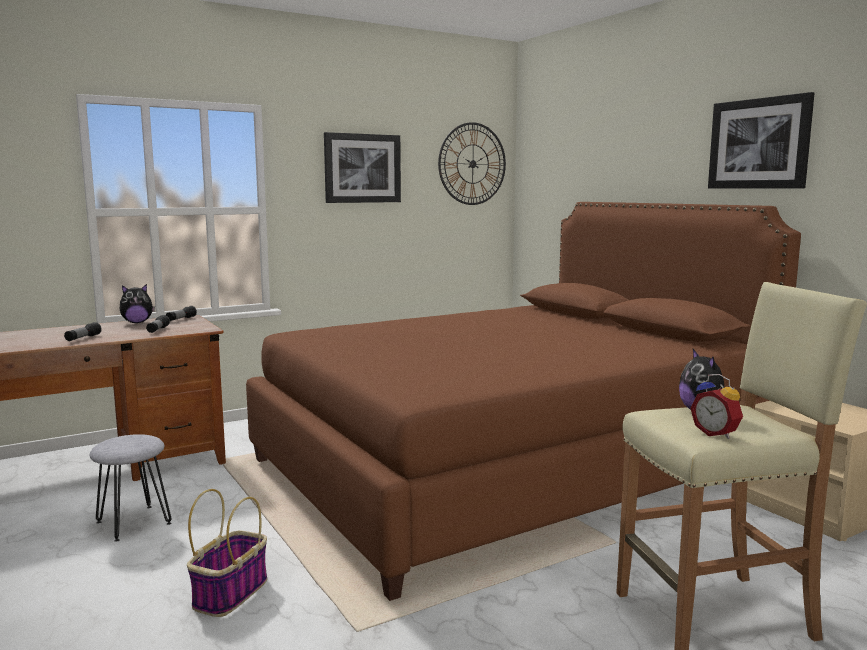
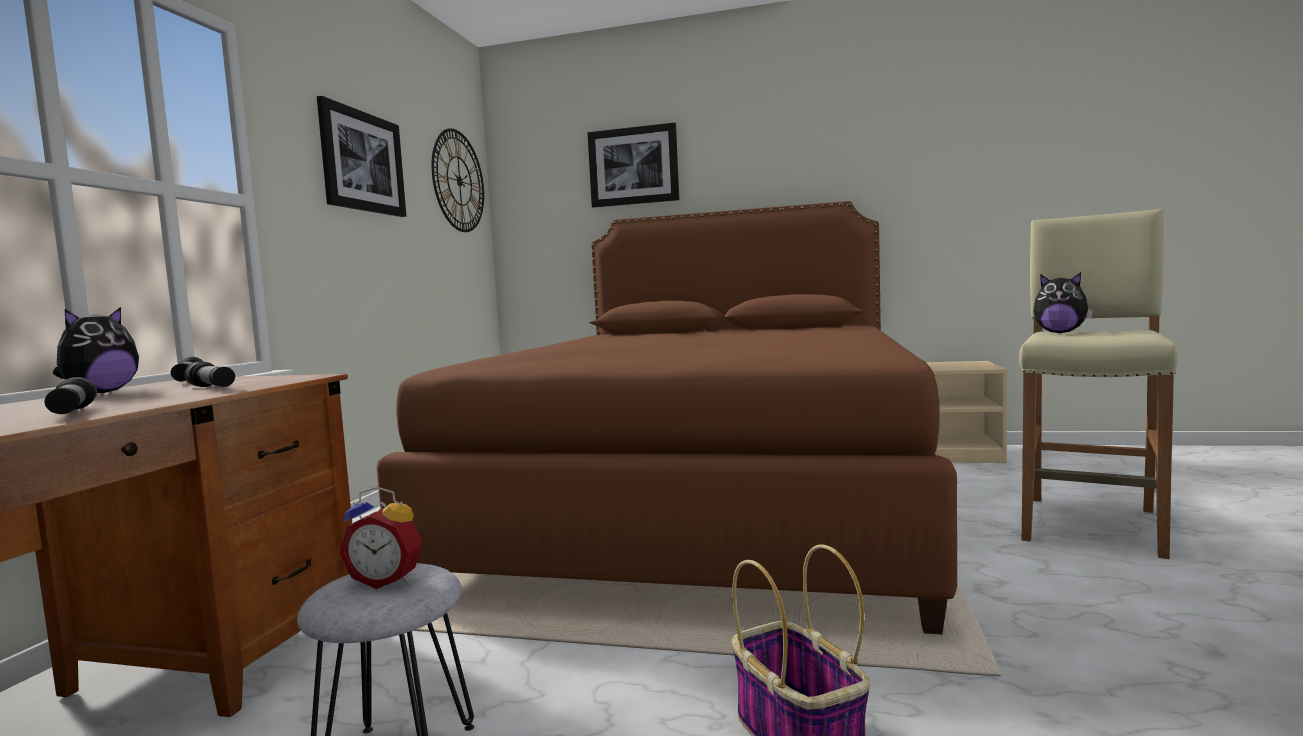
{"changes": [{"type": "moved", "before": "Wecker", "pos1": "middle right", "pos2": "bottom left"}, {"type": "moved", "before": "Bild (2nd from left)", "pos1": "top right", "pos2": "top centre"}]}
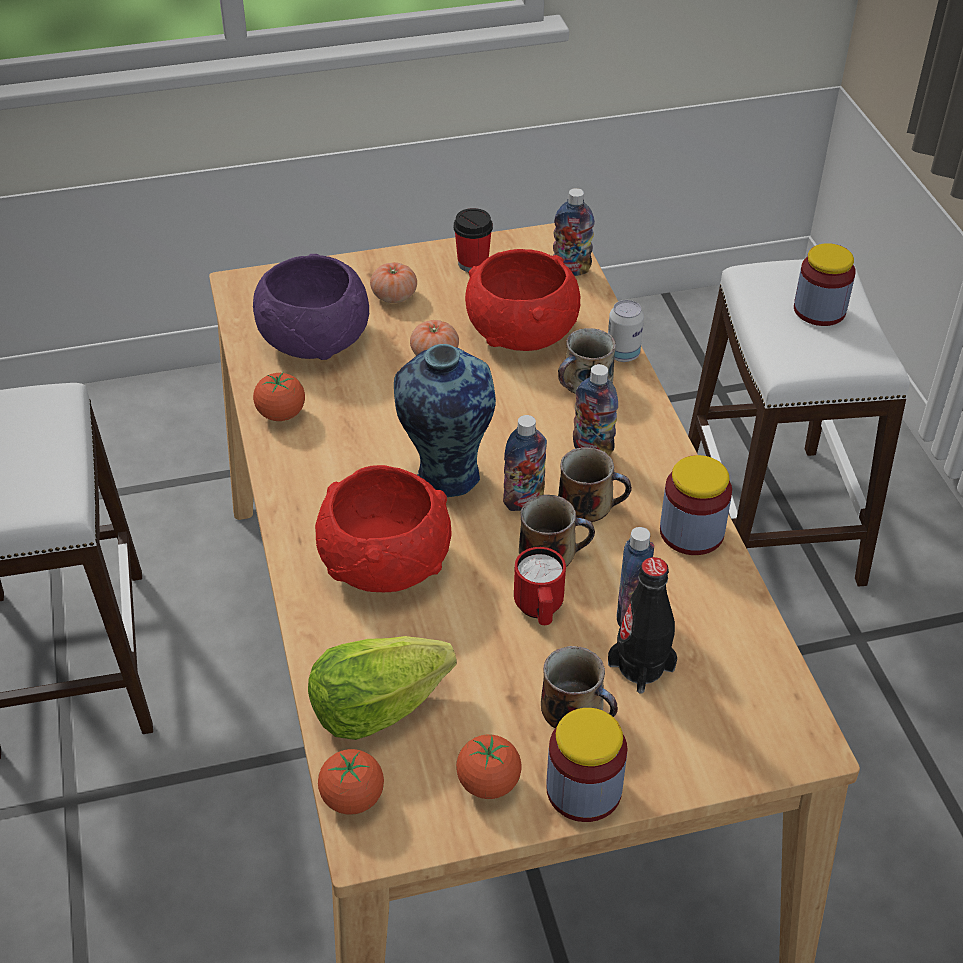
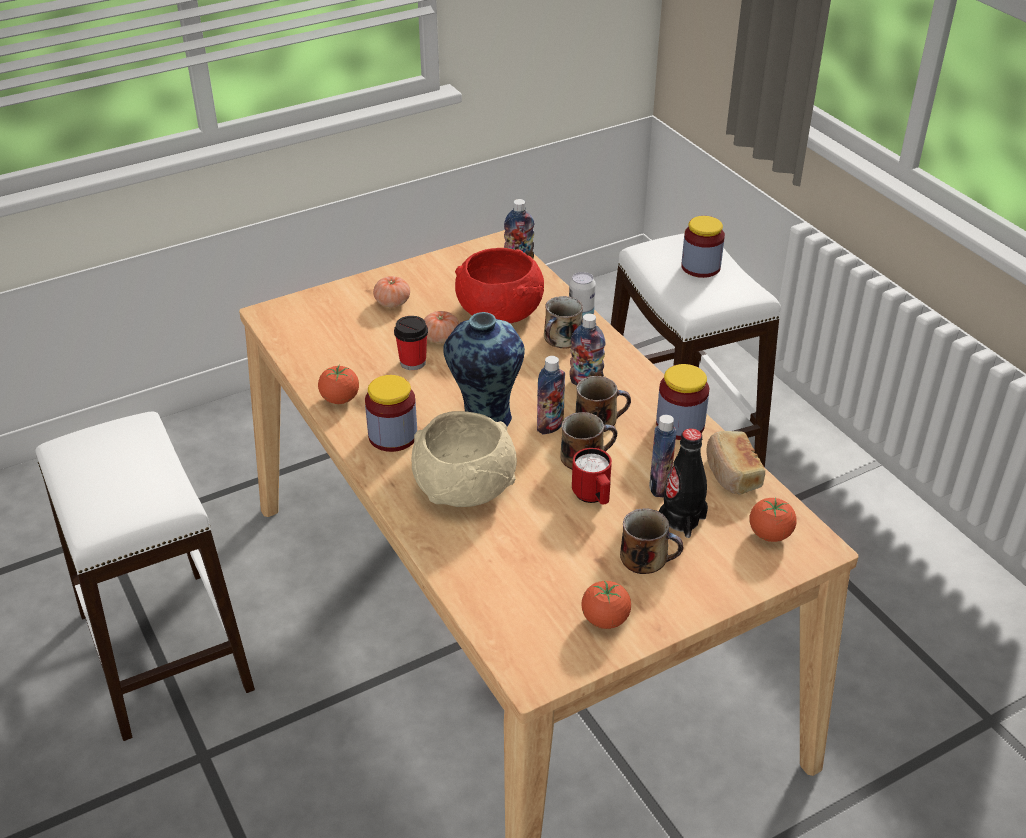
{"changes": [{"type": "moved", "before": "Vorratsglas (1st from left)", "pos1": "bottom centre", "pos2": "centre"}, {"type": "moved", "before": "Tasse", "pos1": "top centre", "pos2": "centre"}, {"type": "recoloured", "before": "Schüssel (rot) (1st from left)", "after": "Schüssel (beige)", "pos1": "centre", "pos2": "centre"}, {"type": "added", "after": "Brot", "pos2": "middle right"}, {"type": "moved", "before": "Tomate (2nd from left in the first image)", "after": "Tomate (5th from left)", "pos1": "bottom centre", "pos2": "middle right"}, {"type": "removed", "before": "Schüssel (lila)", "pos1": "top left"}, {"type": "removed", "before": "Salatkopf", "pos1": "bottom centre"}]}
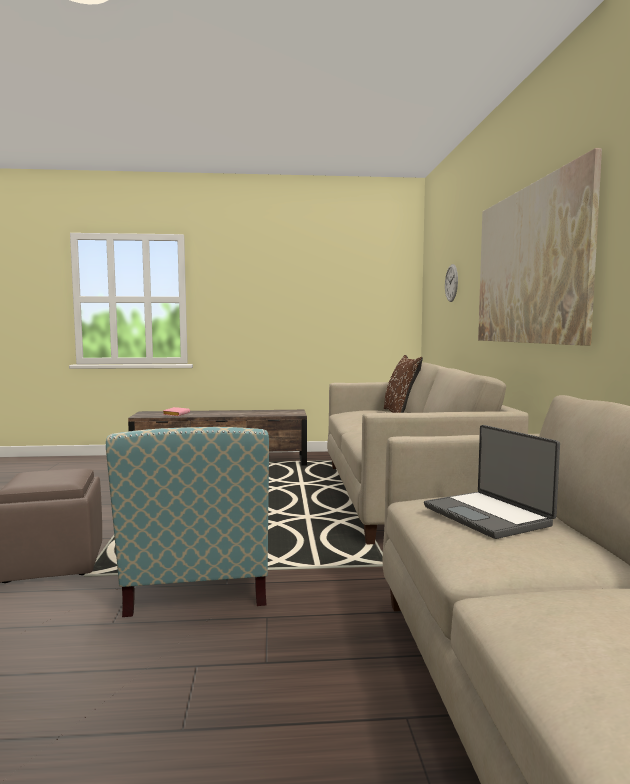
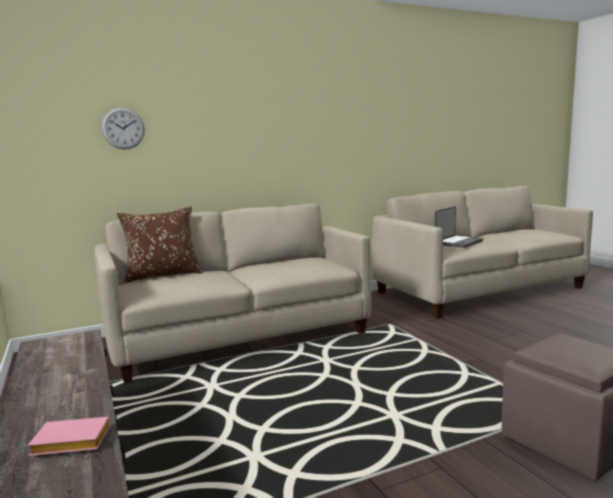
{"changes": [{"type": "removed", "before": "Sessel", "pos1": "middle left"}, {"type": "removed", "before": "Bild", "pos1": "top right"}]}
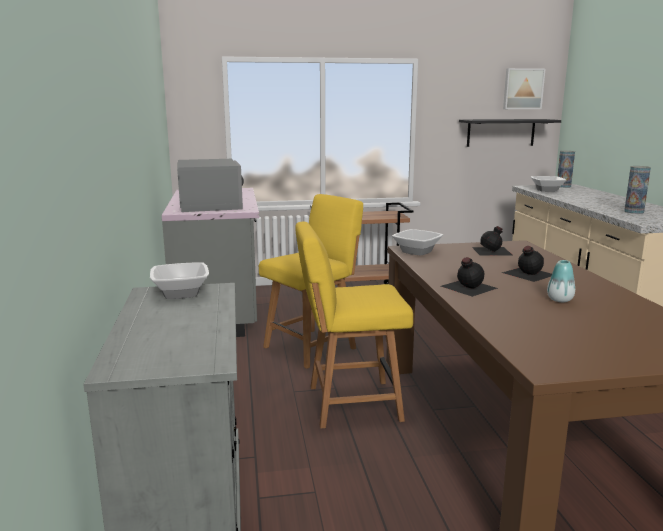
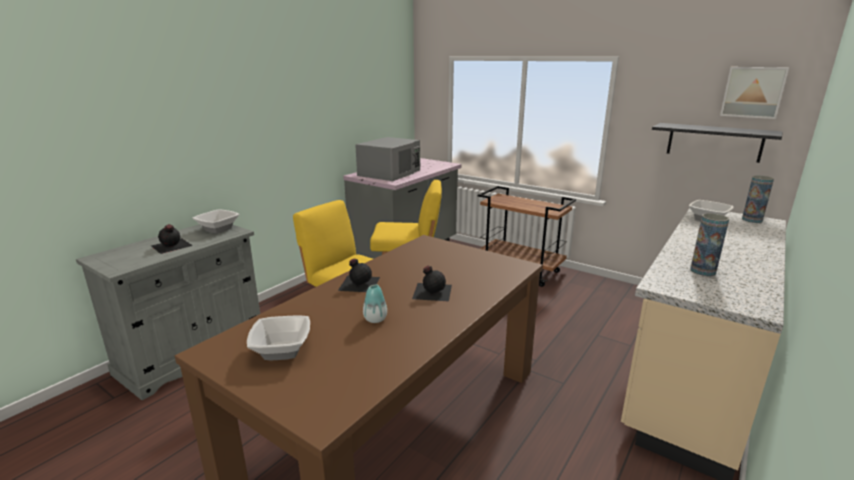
{"changes": [{"type": "moved", "before": "Flasche (schwarz) (2nd from left in the first image)", "after": "Flasche (schwarz) (1st from left)", "pos1": "middle right", "pos2": "middle left"}, {"type": "moved", "before": "Schüssel (2nd from left)", "pos1": "centre", "pos2": "bottom left"}]}
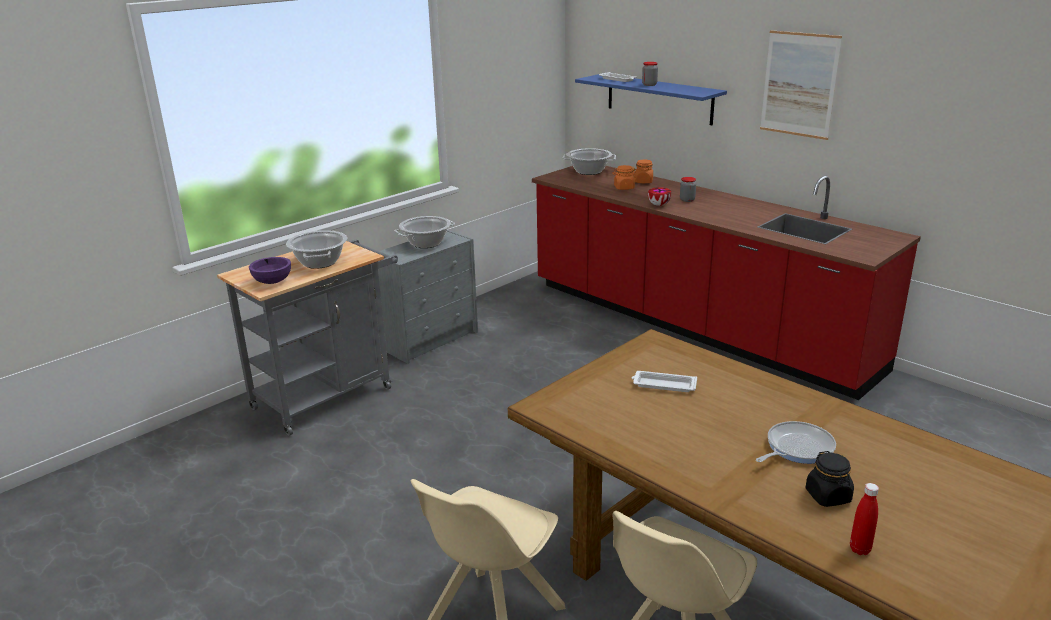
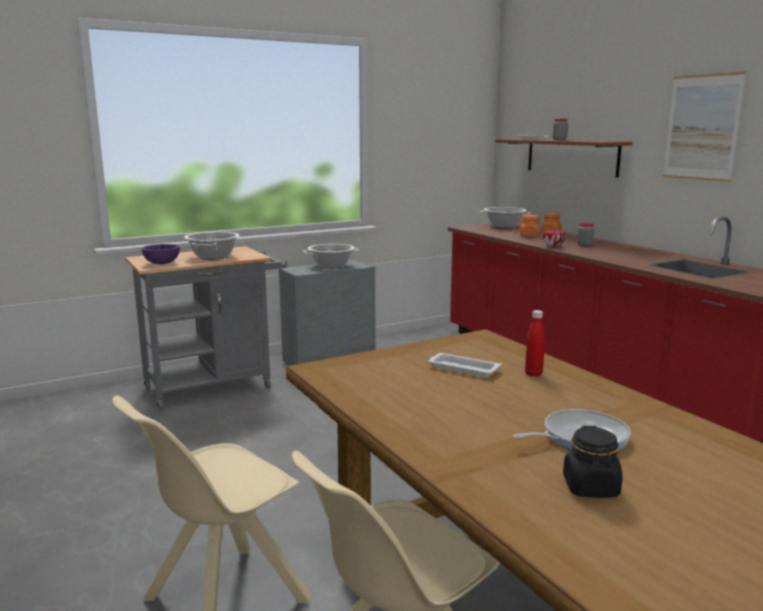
{"changes": [{"type": "recoloured", "before": "Wandregal (blau)", "after": "Wandregal (braun)", "pos1": "top centre", "pos2": "top right"}, {"type": "moved", "before": "Flasche (rot)", "pos1": "bottom right", "pos2": "middle right"}]}
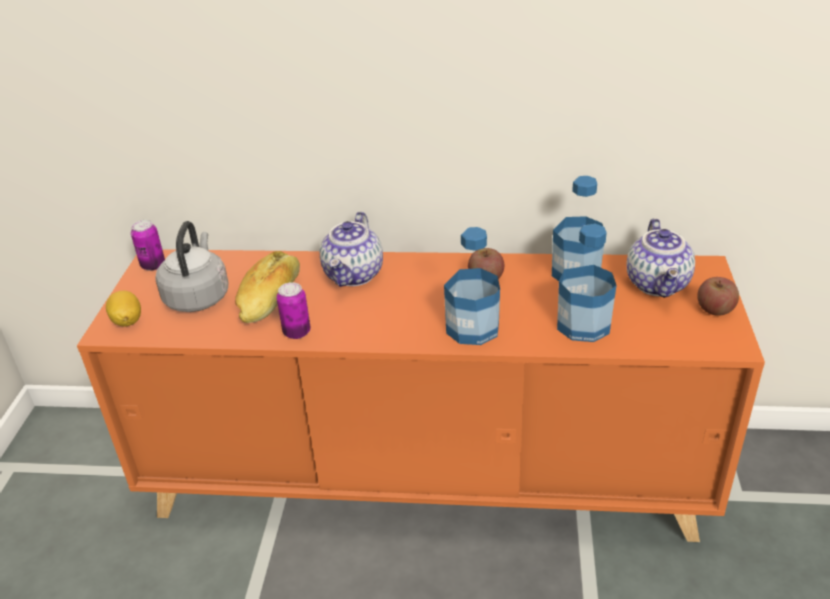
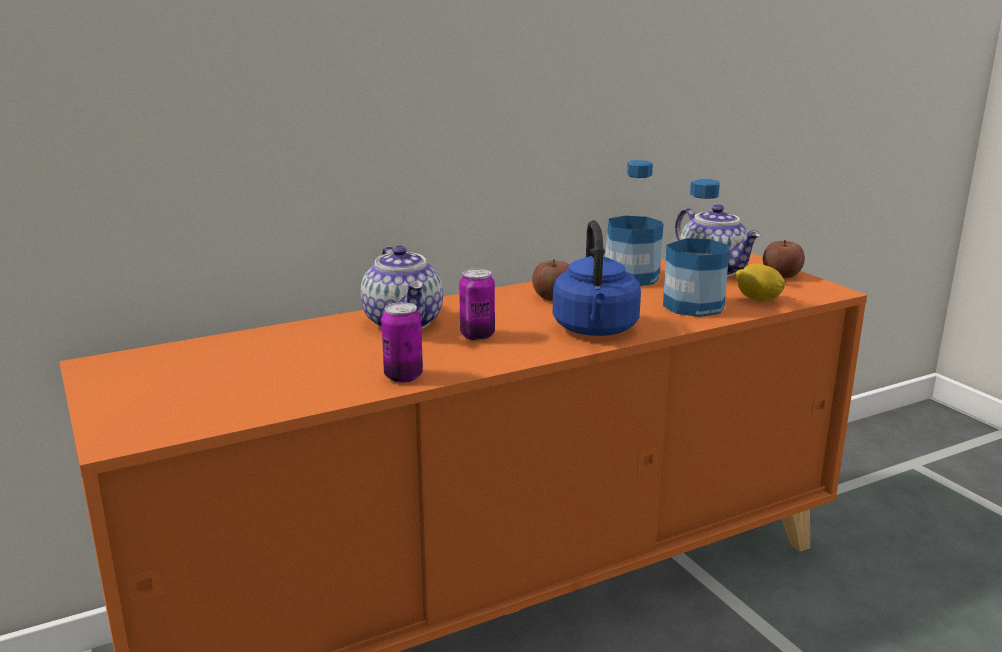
{"changes": [{"type": "moved", "before": "Dose (1st from left in the first image)", "after": "Dose (2nd from left)", "pos1": "middle left", "pos2": "centre"}, {"type": "replaced", "before": "Flasche (1st from left)", "after": "Wasserkessel (blau)", "pos1": "centre", "pos2": "centre"}, {"type": "moved", "before": "Zitrone", "pos1": "middle left", "pos2": "middle right"}, {"type": "removed", "before": "Wasserkessel (grau)", "pos1": "middle left"}, {"type": "removed", "before": "Brot", "pos1": "middle left"}]}
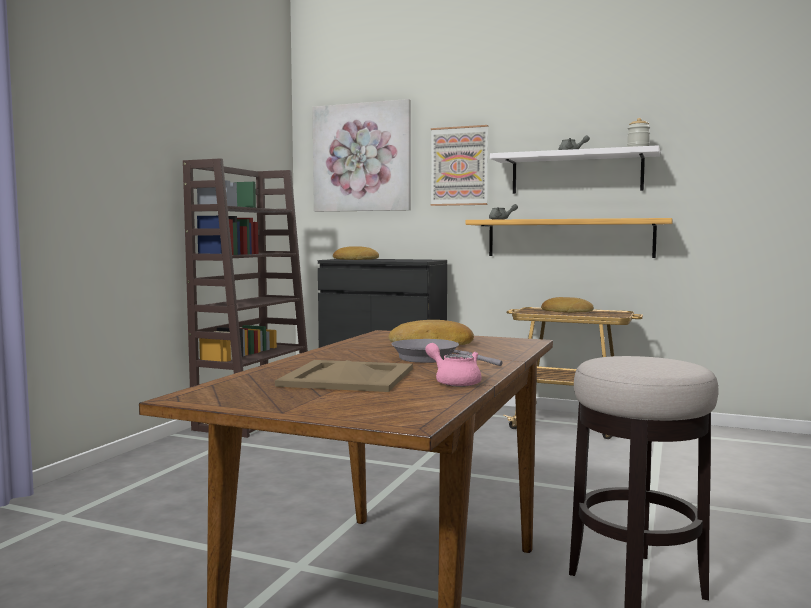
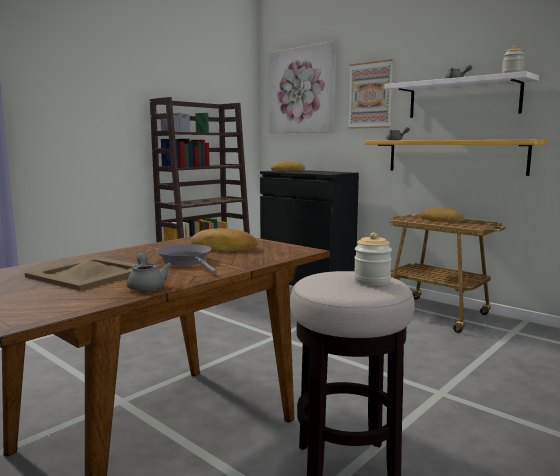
{"changes": [{"type": "recoloured", "before": "Teekanne (rosa)", "after": "Teekanne (grau) (1st from left)", "pos1": "centre", "pos2": "middle left"}, {"type": "added", "after": "Vorratsglas (1st from left)", "pos2": "centre"}]}
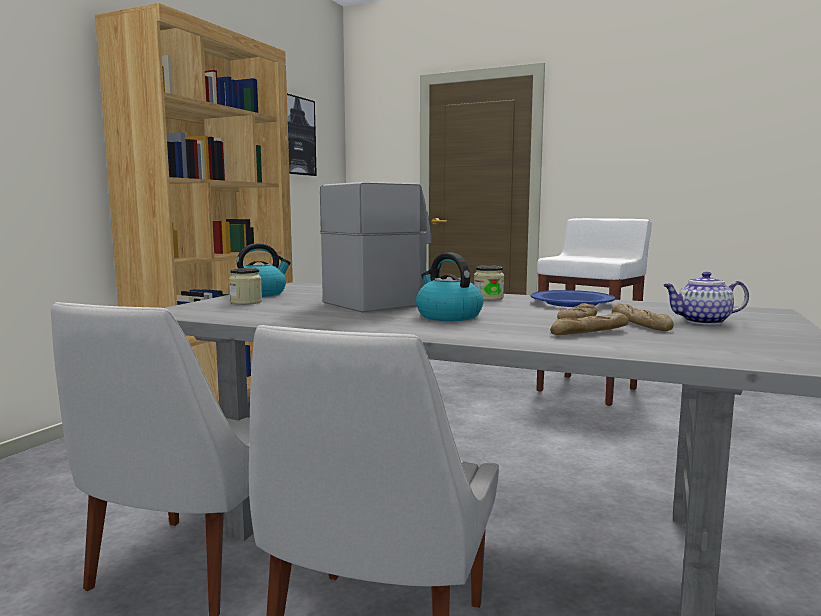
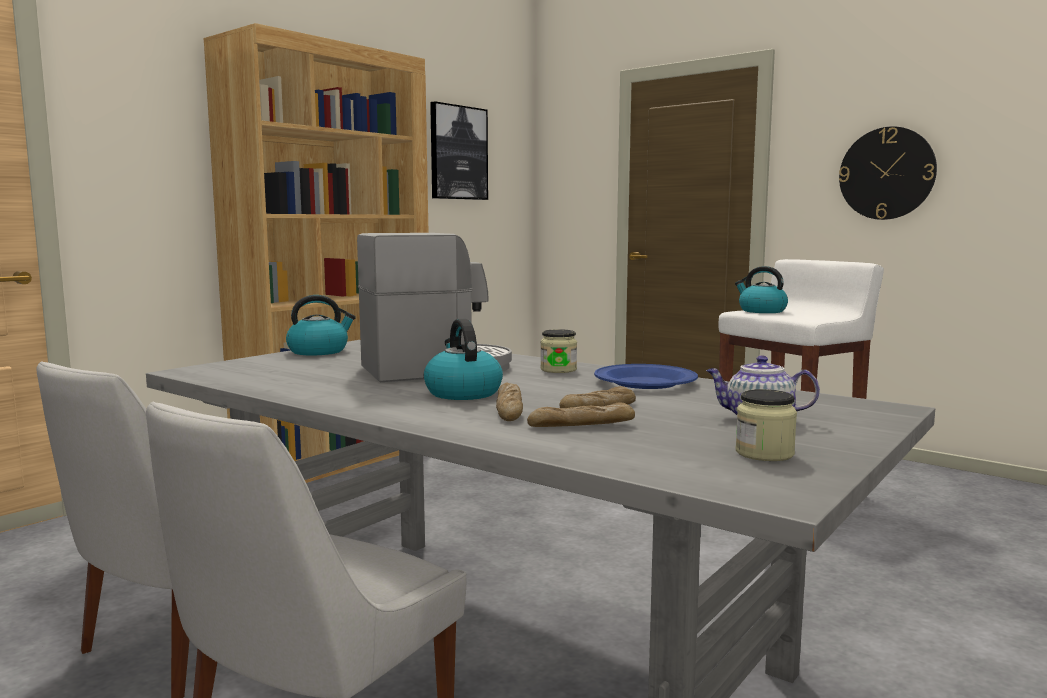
{"changes": [{"type": "moved", "before": "Brot (3rd from left in the first image)", "after": "Brot (1st from left)", "pos1": "middle right", "pos2": "centre"}, {"type": "added", "after": "Wasserkessel (3rd from left)", "pos2": "middle right"}, {"type": "moved", "before": "Vorratsglas (1st from left in the first image)", "after": "Vorratsglas (2nd from left)", "pos1": "middle left", "pos2": "middle right"}, {"type": "added", "after": "Wanduhr", "pos2": "top right"}]}
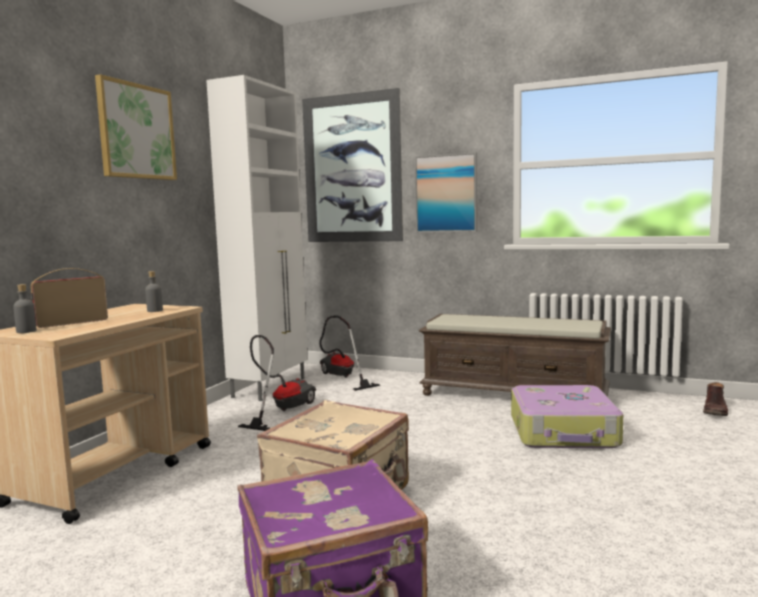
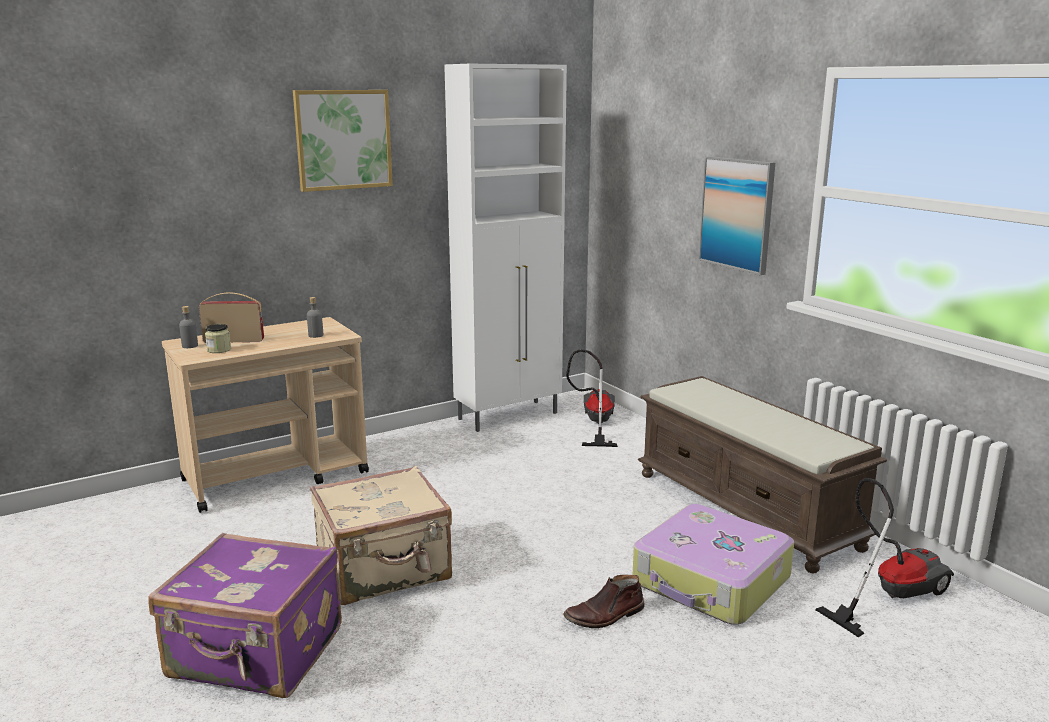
{"changes": [{"type": "added", "after": "Vorratsglas", "pos2": "middle left"}, {"type": "moved", "before": "Stiefel (braun)", "pos1": "bottom right", "pos2": "bottom centre"}, {"type": "moved", "before": "Staubsauger (1st from left in the first image)", "after": "Staubsauger (2nd from left)", "pos1": "centre", "pos2": "bottom right"}, {"type": "removed", "before": "Bild (2nd from left)", "pos1": "top centre"}]}
